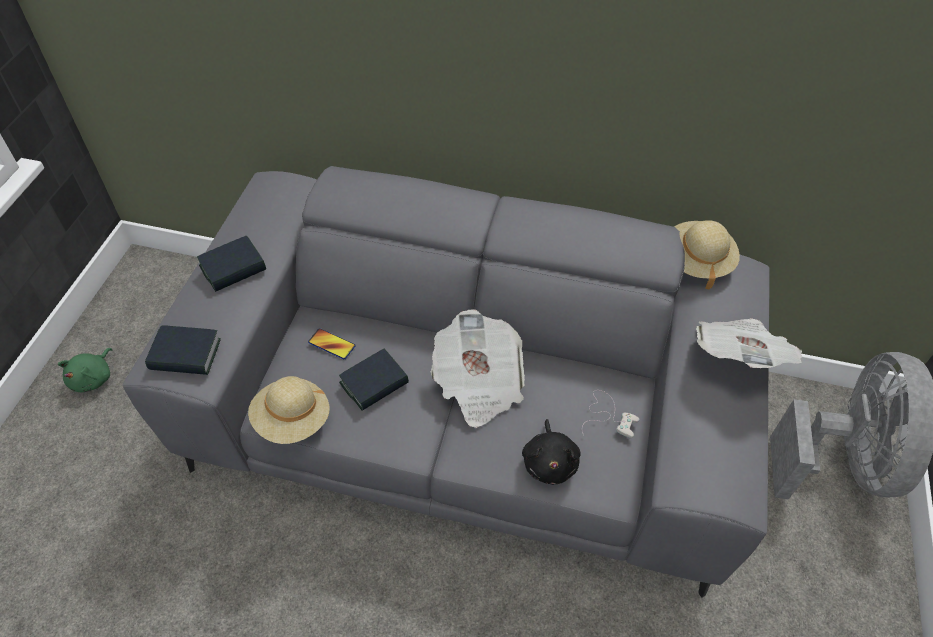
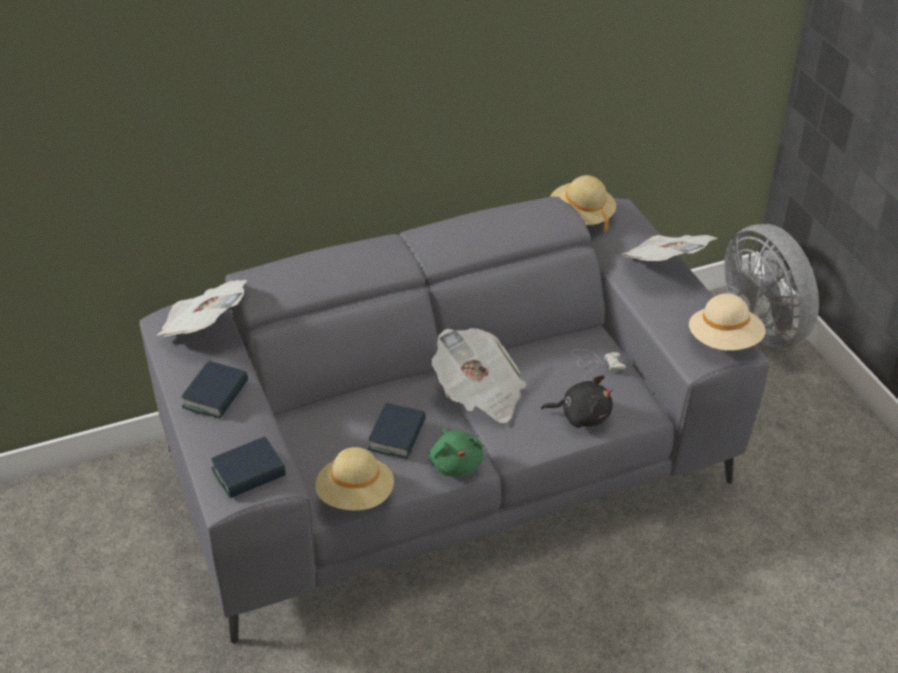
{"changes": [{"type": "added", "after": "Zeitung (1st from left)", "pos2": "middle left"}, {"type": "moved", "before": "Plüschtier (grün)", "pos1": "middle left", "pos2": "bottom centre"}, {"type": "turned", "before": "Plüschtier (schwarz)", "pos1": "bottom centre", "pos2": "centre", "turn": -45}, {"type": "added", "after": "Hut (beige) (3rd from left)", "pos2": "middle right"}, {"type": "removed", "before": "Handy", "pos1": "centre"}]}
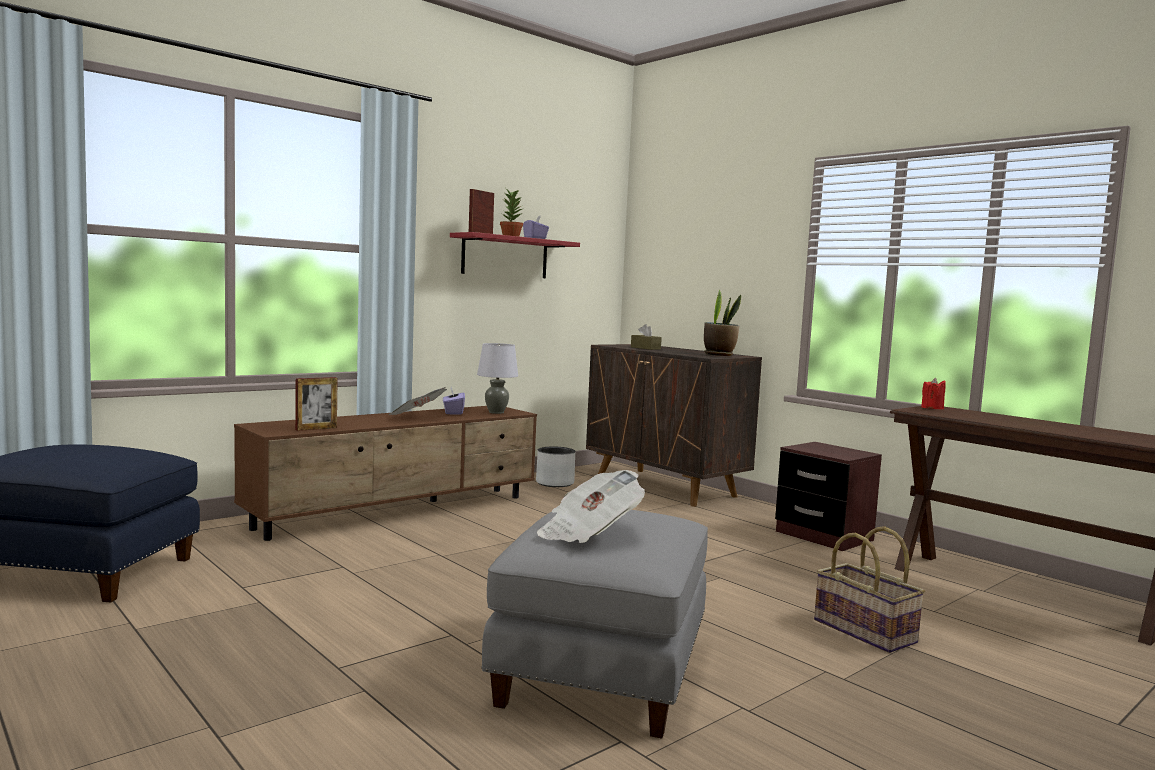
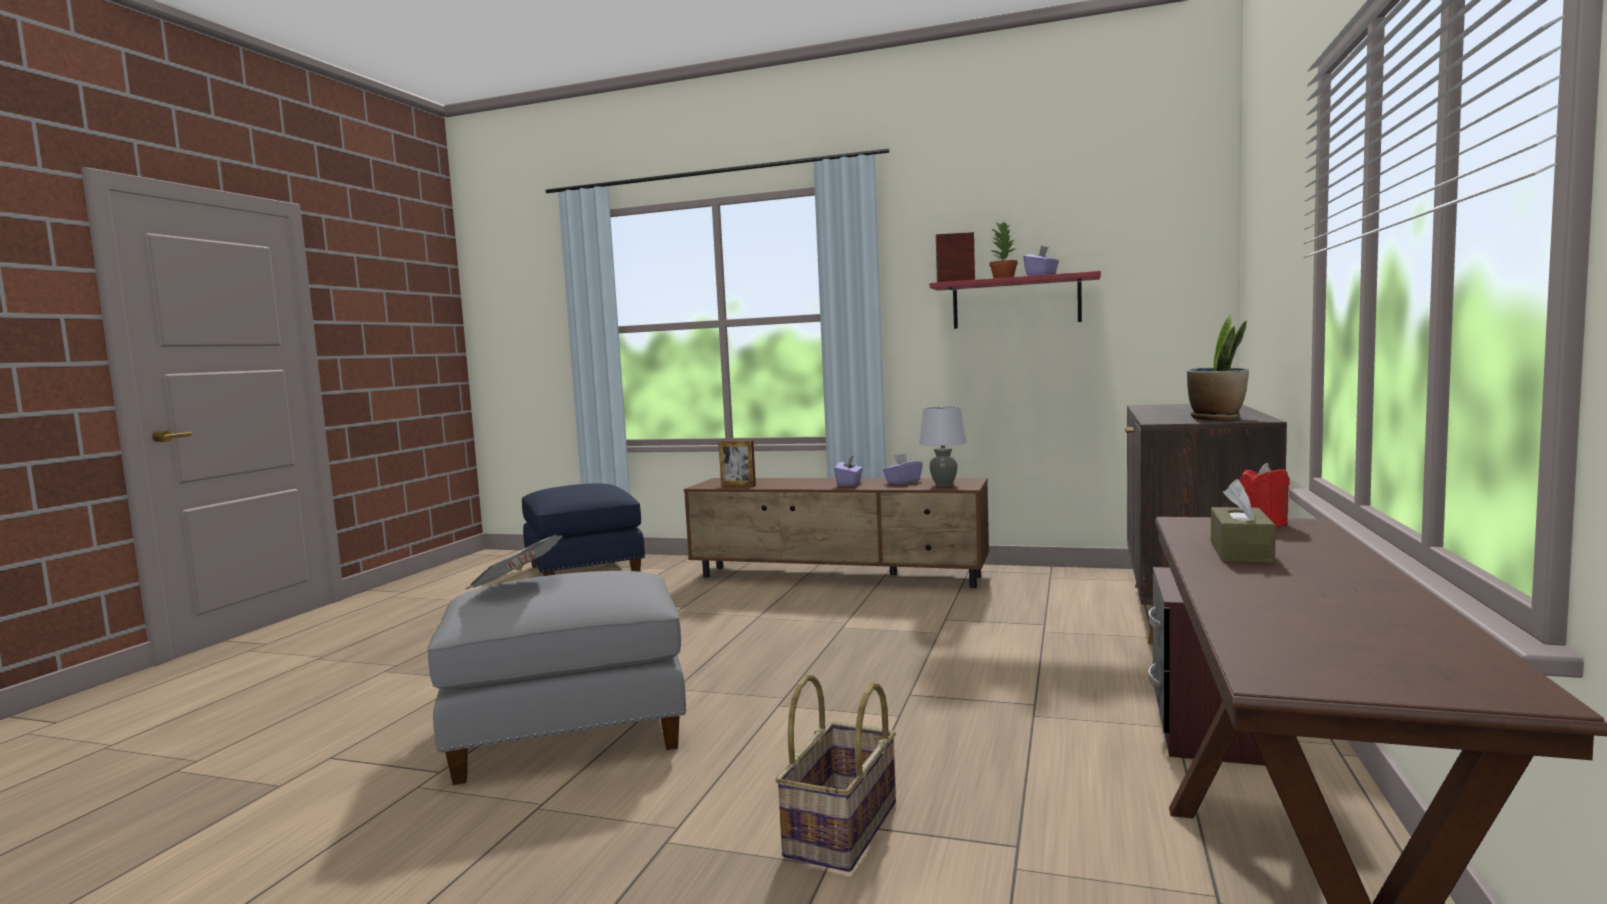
{"changes": [{"type": "replaced", "before": "Zeitung (1st from left)", "after": "Taschentuchbox (lila) (1st from left)", "pos1": "centre", "pos2": "centre"}, {"type": "moved", "before": "Taschentuchbox (braun)", "pos1": "centre", "pos2": "middle right"}, {"type": "removed", "before": "Pflanzkübel (grau)", "pos1": "centre"}]}
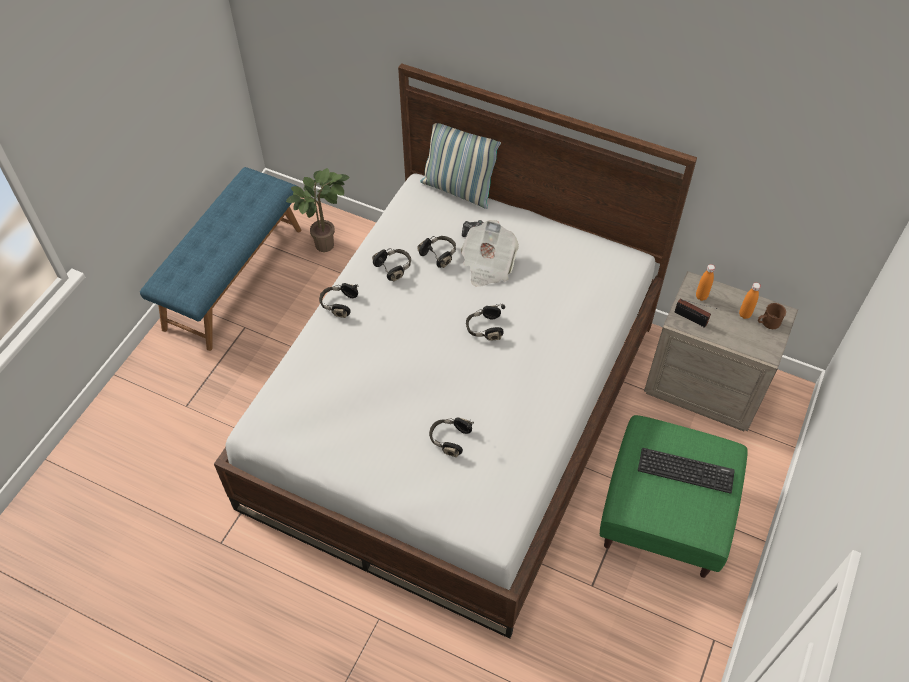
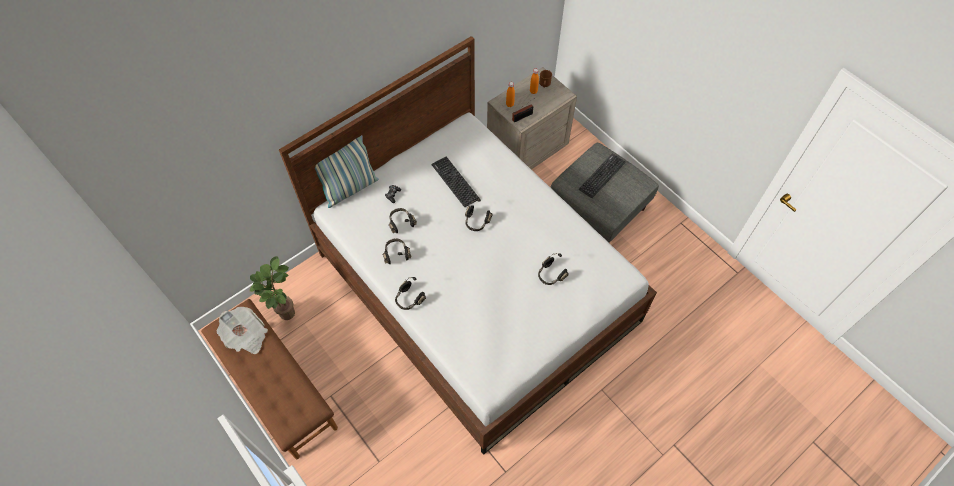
{"changes": [{"type": "recoloured", "before": "Bank (blau)", "after": "Bank (braun)", "pos1": "middle left", "pos2": "bottom left"}, {"type": "moved", "before": "Zeitung", "pos1": "centre", "pos2": "bottom left"}, {"type": "added", "after": "Tastatur (1st from left)", "pos2": "centre"}, {"type": "recoloured", "before": "Polsterhocker (grün)", "after": "Polsterhocker (grau)", "pos1": "bottom right", "pos2": "centre"}]}
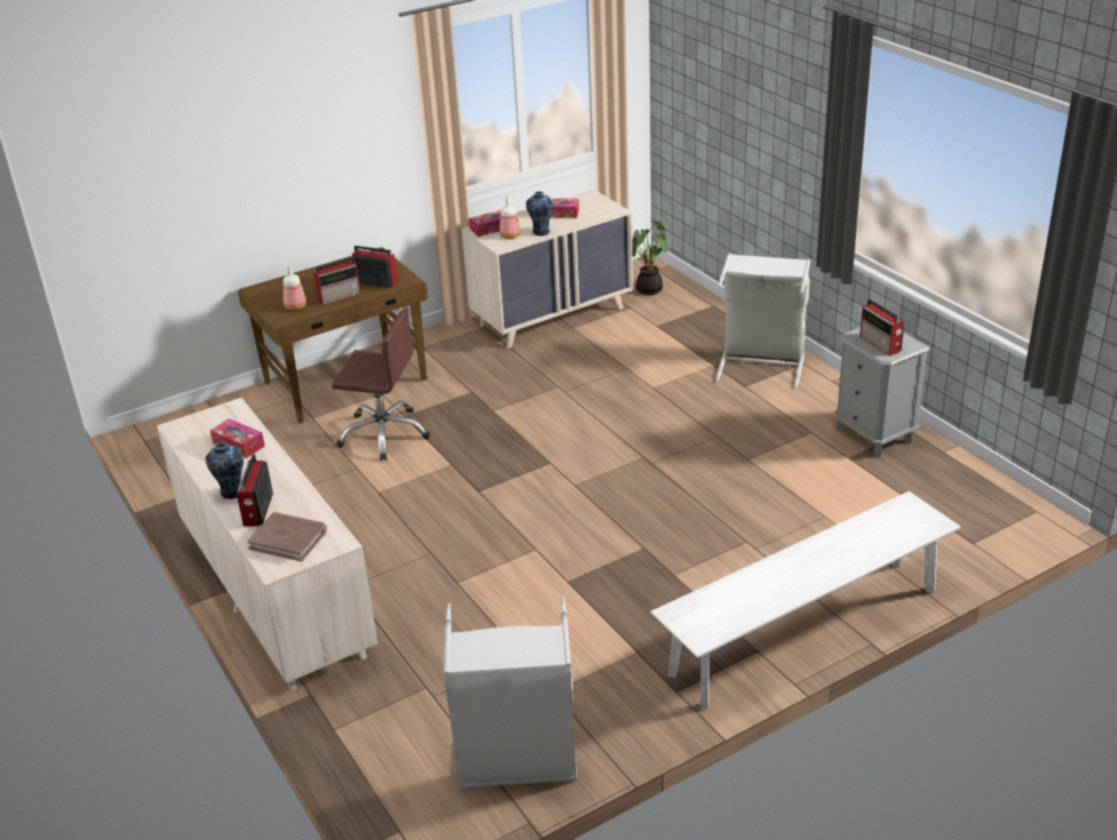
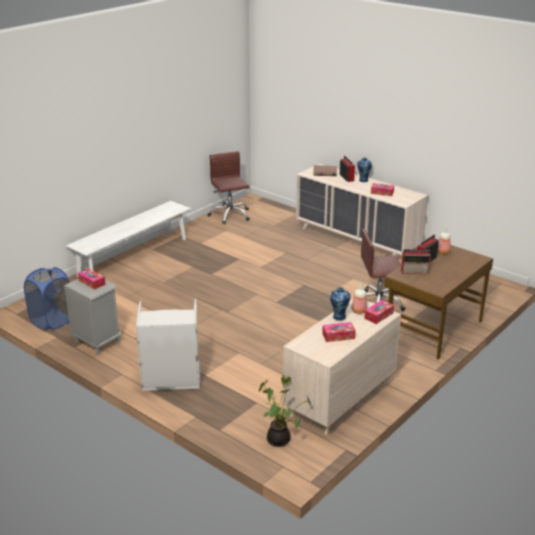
{"changes": [{"type": "added", "after": "Wäschekorb (blau)", "pos2": "middle left"}, {"type": "replaced", "before": "Radio (4th from left)", "after": "Taschentuchbox (1st from left)", "pos1": "middle right", "pos2": "middle left"}, {"type": "replaced", "before": "Wäschekorb (grau) (1st from left)", "after": "Bürostuhl (braun) (1st from left)", "pos1": "bottom centre", "pos2": "centre"}]}
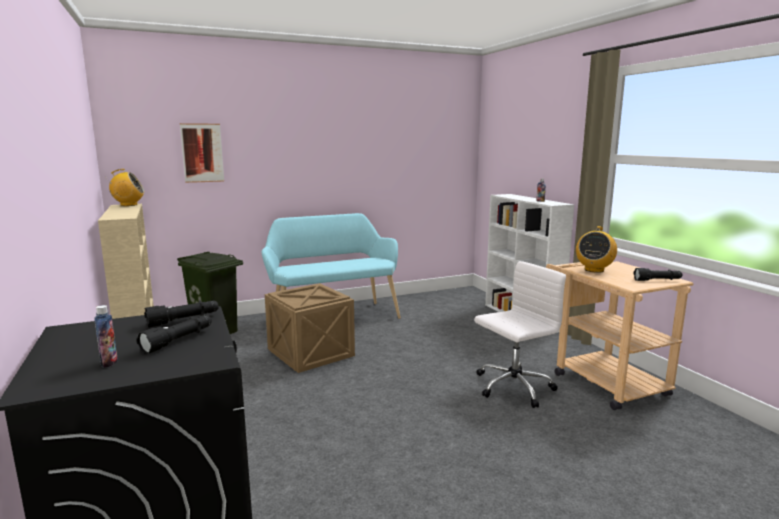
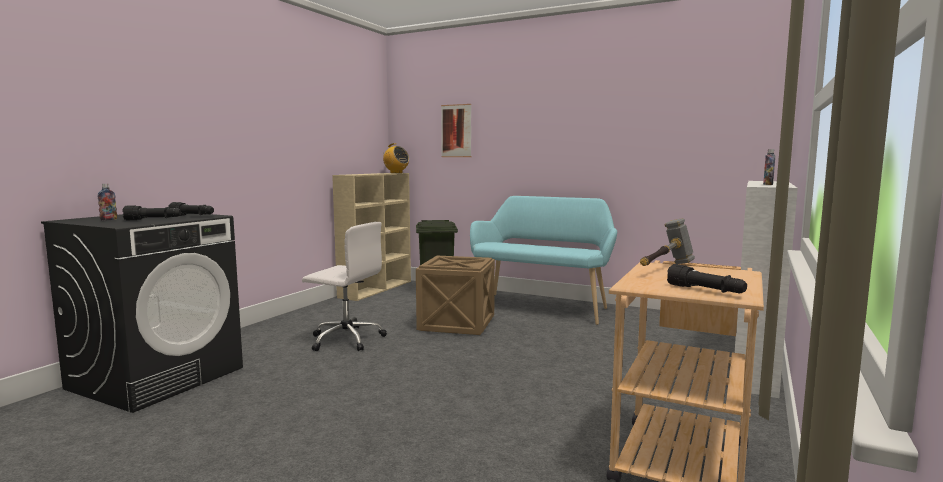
{"changes": [{"type": "moved", "before": "Bürostuhl (weiß)", "pos1": "middle right", "pos2": "centre"}, {"type": "replaced", "before": "Radio (2nd from left)", "after": "Hammer", "pos1": "middle right", "pos2": "middle right"}]}
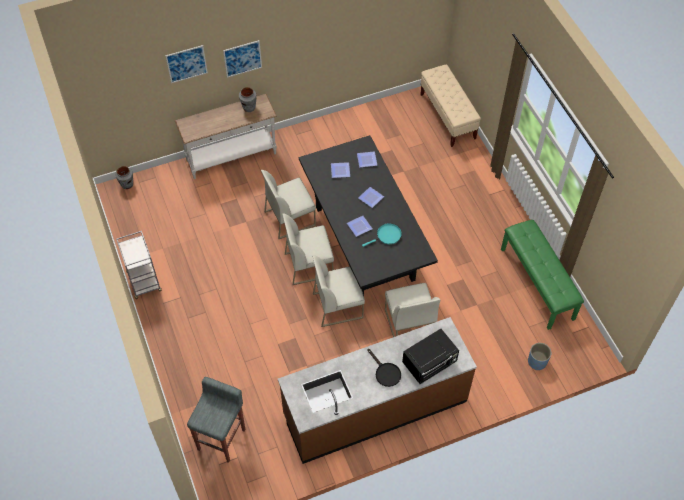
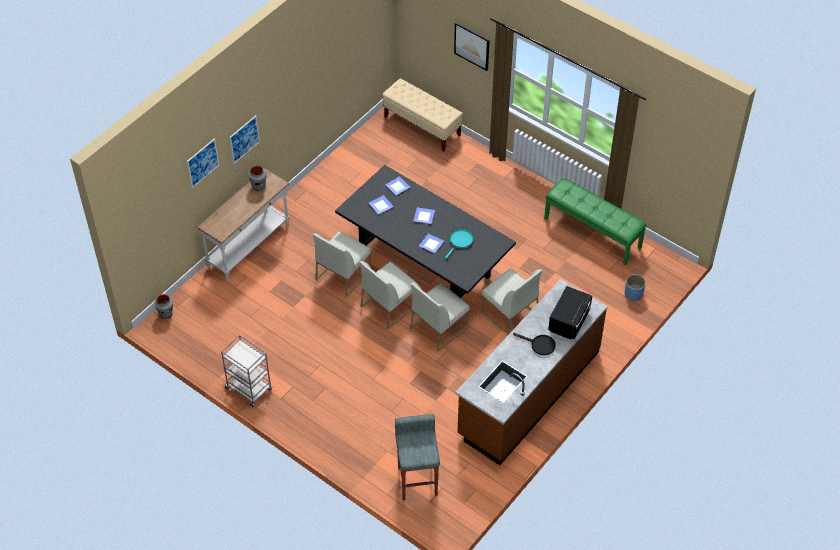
{"changes": [{"type": "added", "after": "Bild (3rd from left)", "pos2": "top centre"}]}
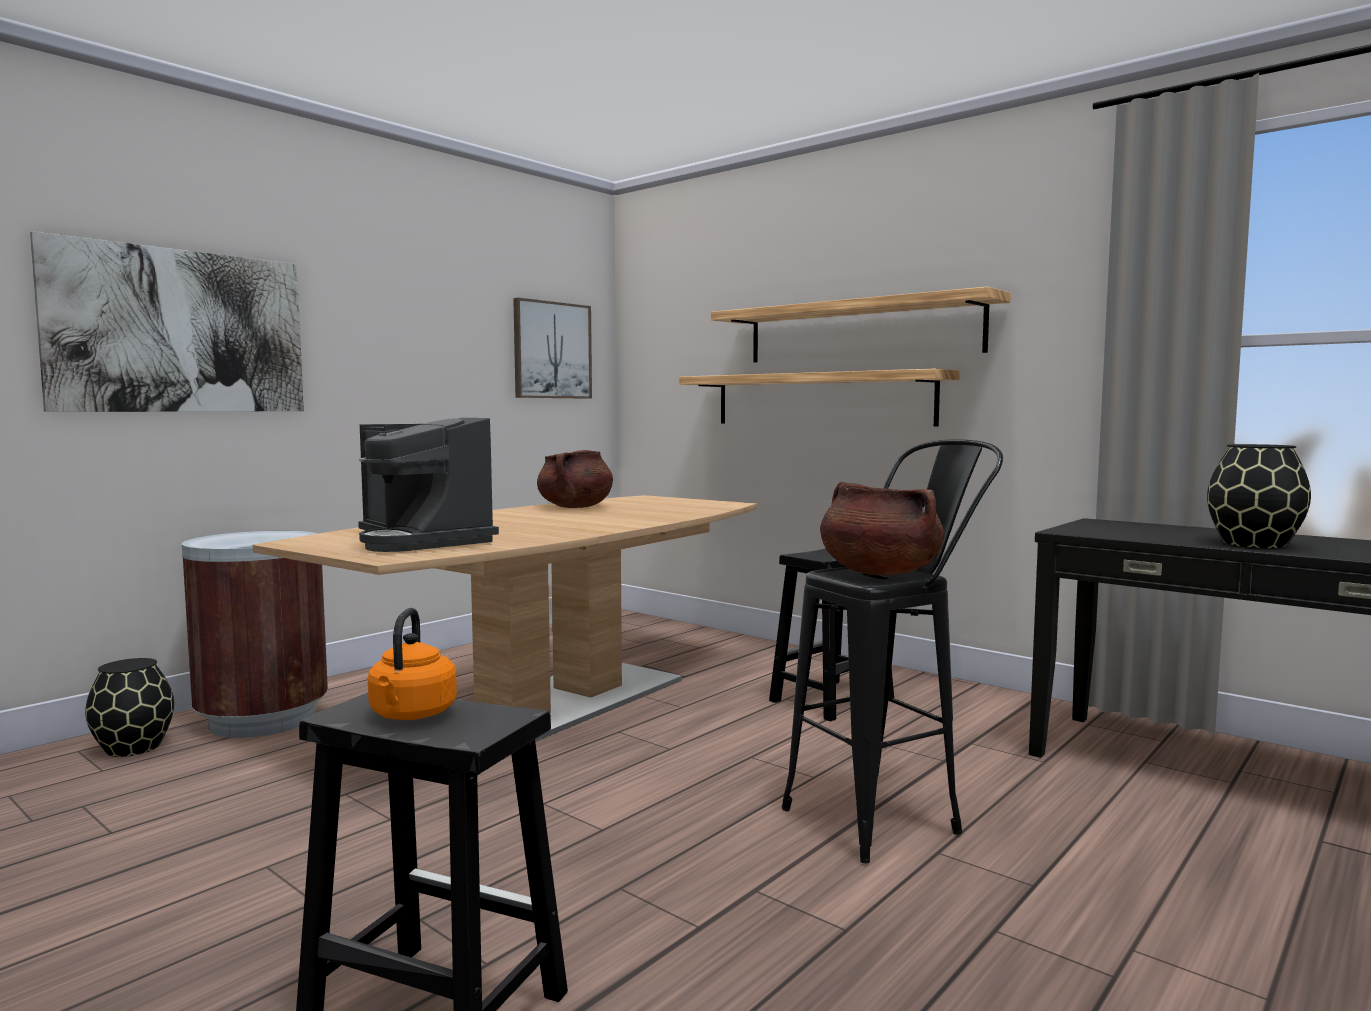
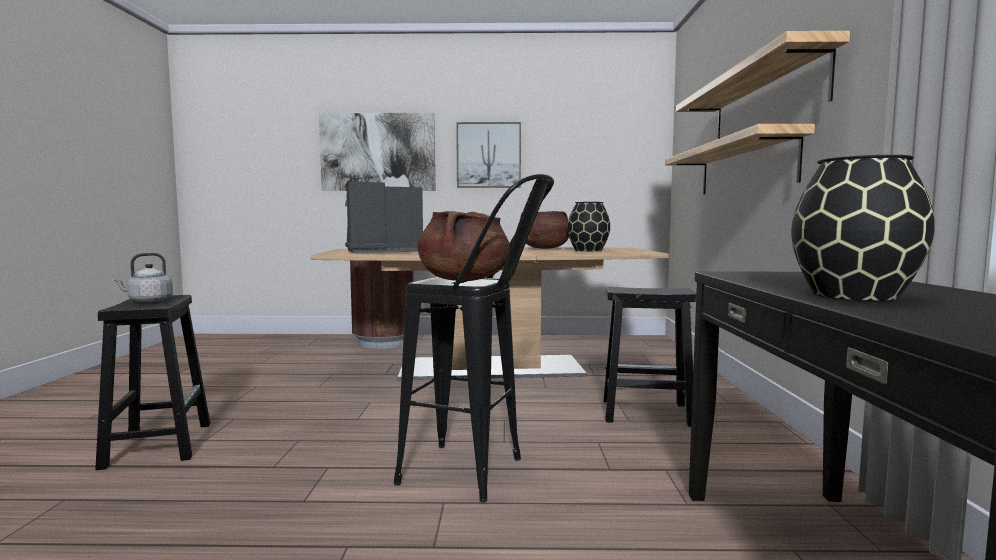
{"changes": [{"type": "recoloured", "before": "Wasserkessel (orange)", "after": "Wasserkessel (grau)", "pos1": "middle left", "pos2": "middle left"}, {"type": "turned", "before": "Kaffeemaschine", "pos1": "middle left", "pos2": "centre", "turn": 60}, {"type": "moved", "before": "Bild (2nd from left)", "pos1": "centre", "pos2": "top centre"}, {"type": "moved", "before": "Vase (schwarz) (1st from left)", "pos1": "bottom left", "pos2": "centre"}]}
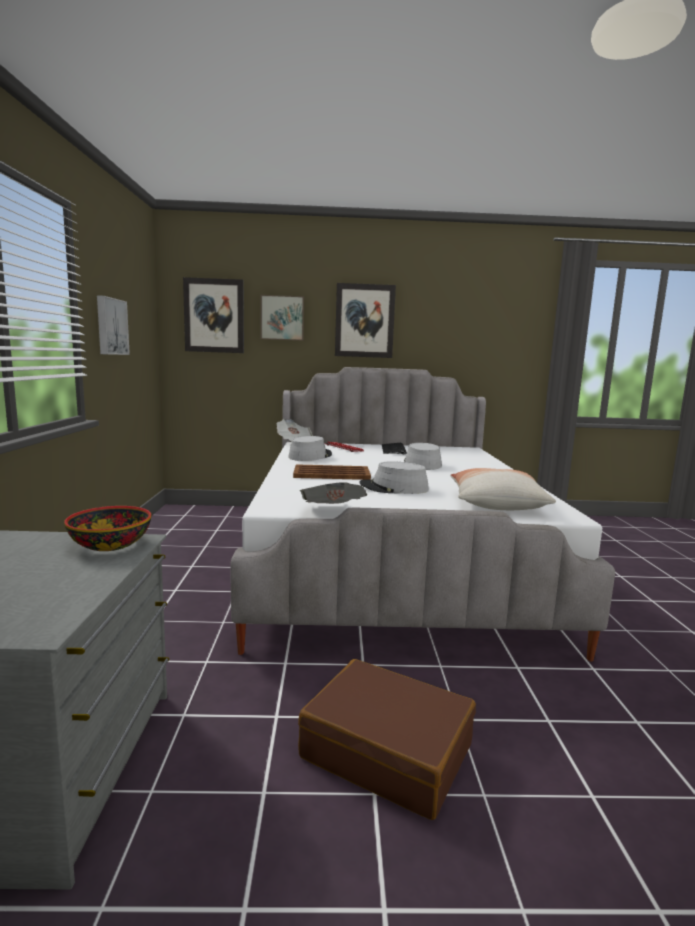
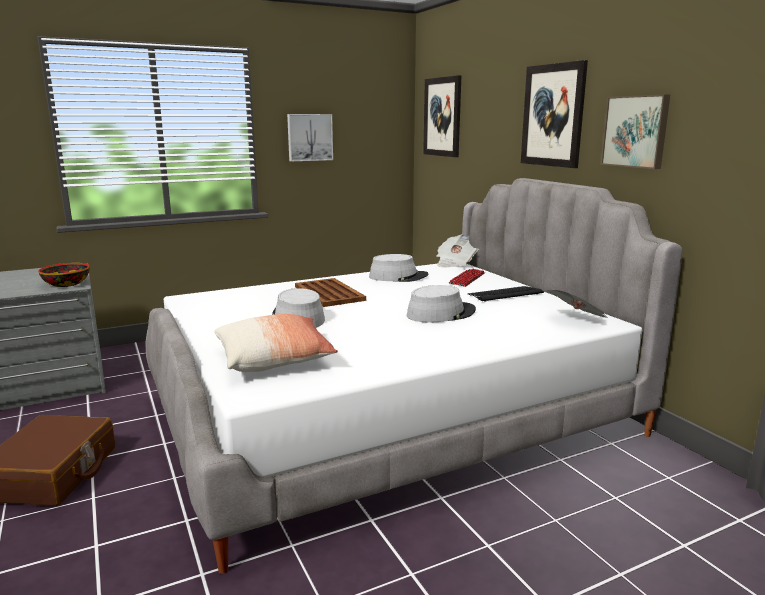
{"changes": [{"type": "moved", "before": "Zeitung (2nd from left)", "pos1": "centre", "pos2": "middle right"}, {"type": "moved", "before": "Bild (3rd from left in the first image)", "after": "Bild (4th from left)", "pos1": "centre", "pos2": "top right"}]}
